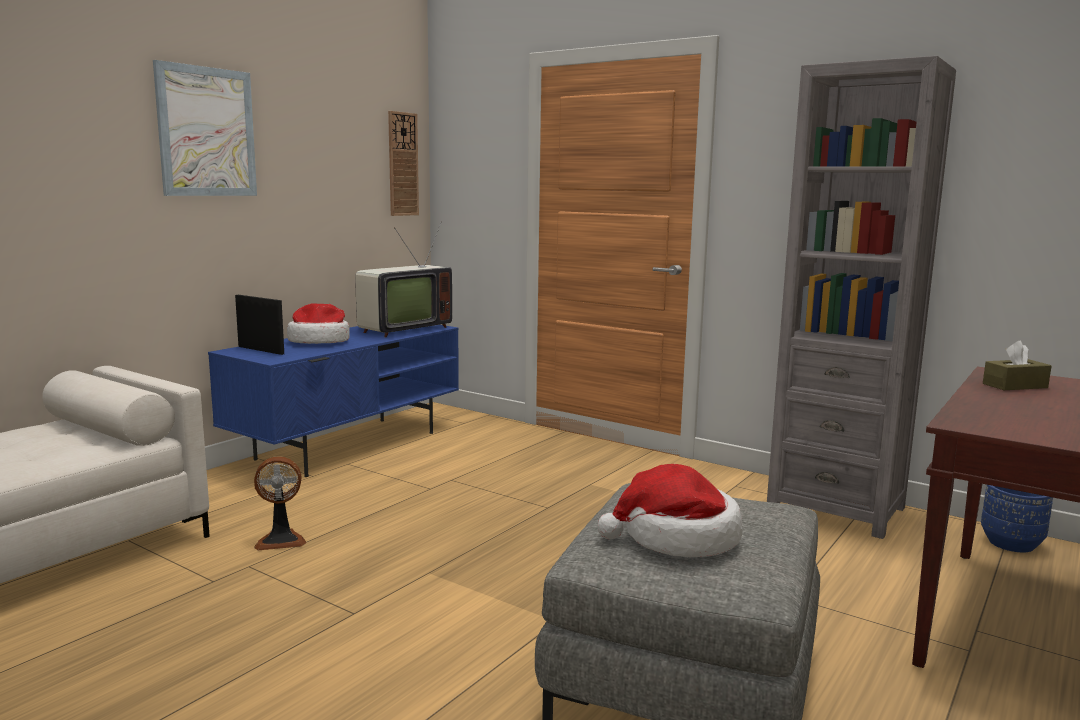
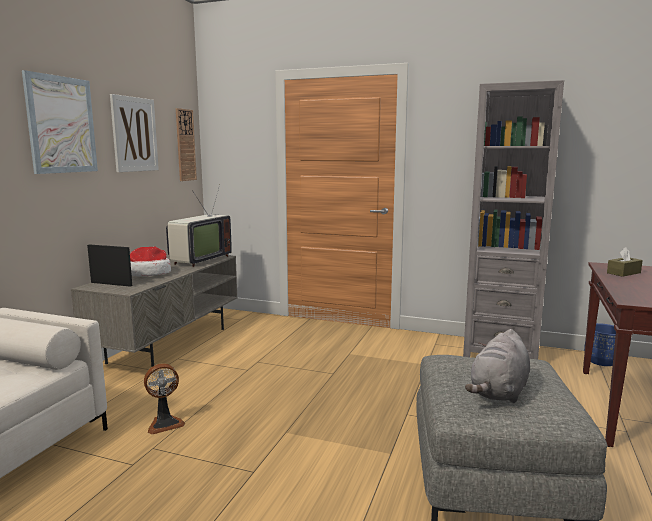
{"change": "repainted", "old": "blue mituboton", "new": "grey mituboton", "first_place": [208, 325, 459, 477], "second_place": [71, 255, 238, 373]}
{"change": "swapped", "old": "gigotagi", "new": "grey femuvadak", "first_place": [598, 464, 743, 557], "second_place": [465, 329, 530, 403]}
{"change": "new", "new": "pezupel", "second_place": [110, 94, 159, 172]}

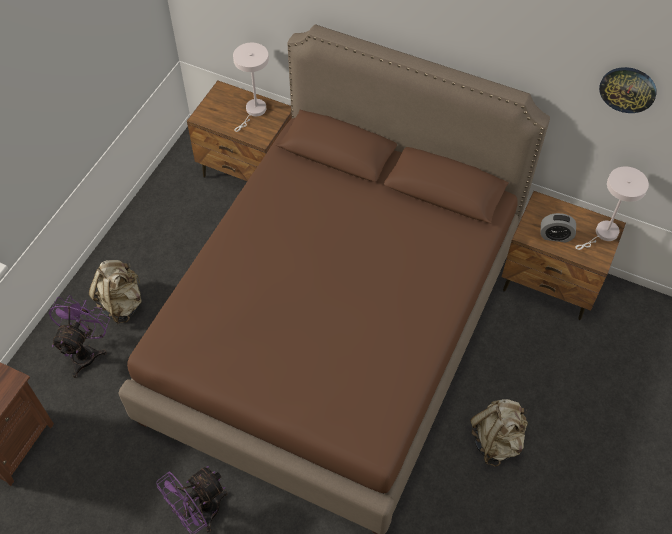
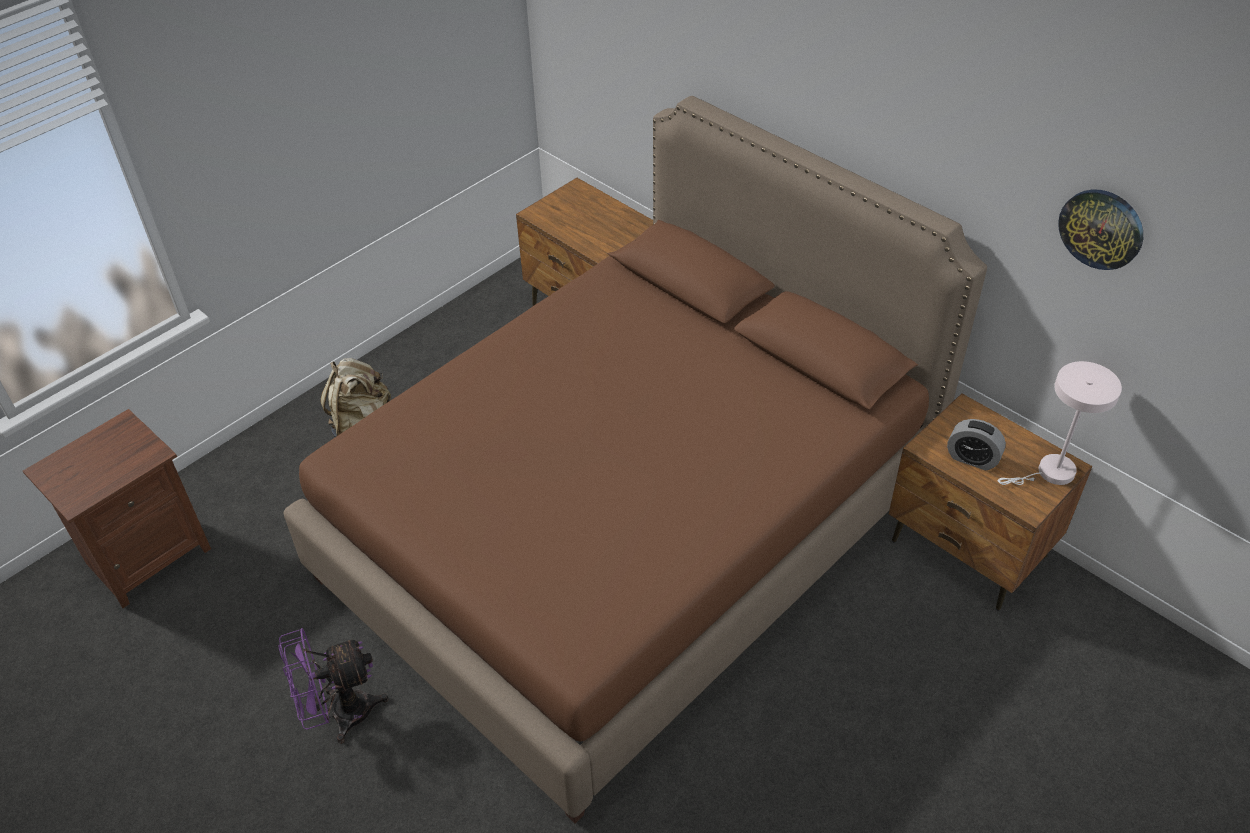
{"change": "gone", "old": "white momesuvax", "first_place": [233, 43, 269, 132]}
{"change": "gone", "old": "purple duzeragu", "first_place": [49, 295, 110, 378]}
{"change": "gone", "old": "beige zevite", "first_place": [470, 399, 528, 466]}

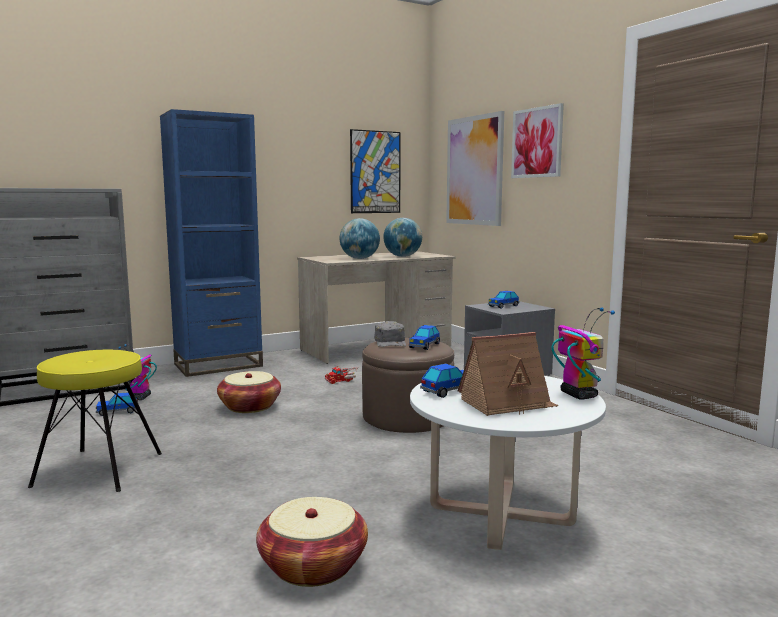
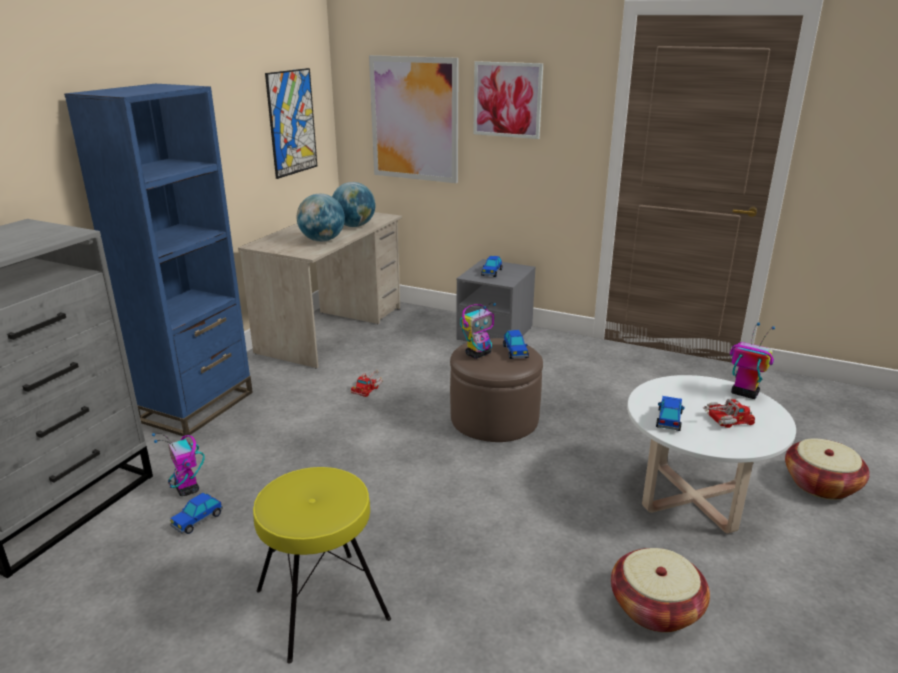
{"change": "swapped", "old": "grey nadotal", "new": "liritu", "first_place": [374, 321, 406, 347], "second_place": [460, 302, 496, 359]}
{"change": "swapped", "old": "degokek", "new": "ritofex", "first_place": [458, 332, 559, 416], "second_place": [703, 399, 755, 428]}
{"change": "shifted", "old": "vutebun", "first_place": [217, 371, 281, 413], "second_place": [785, 438, 870, 500]}

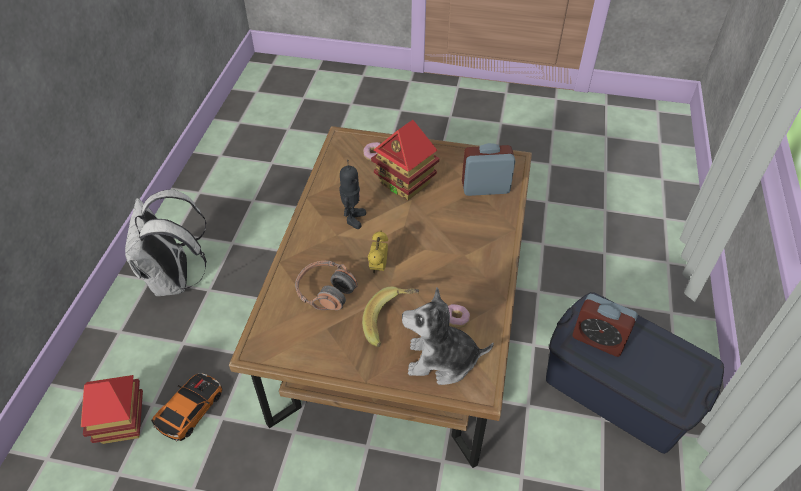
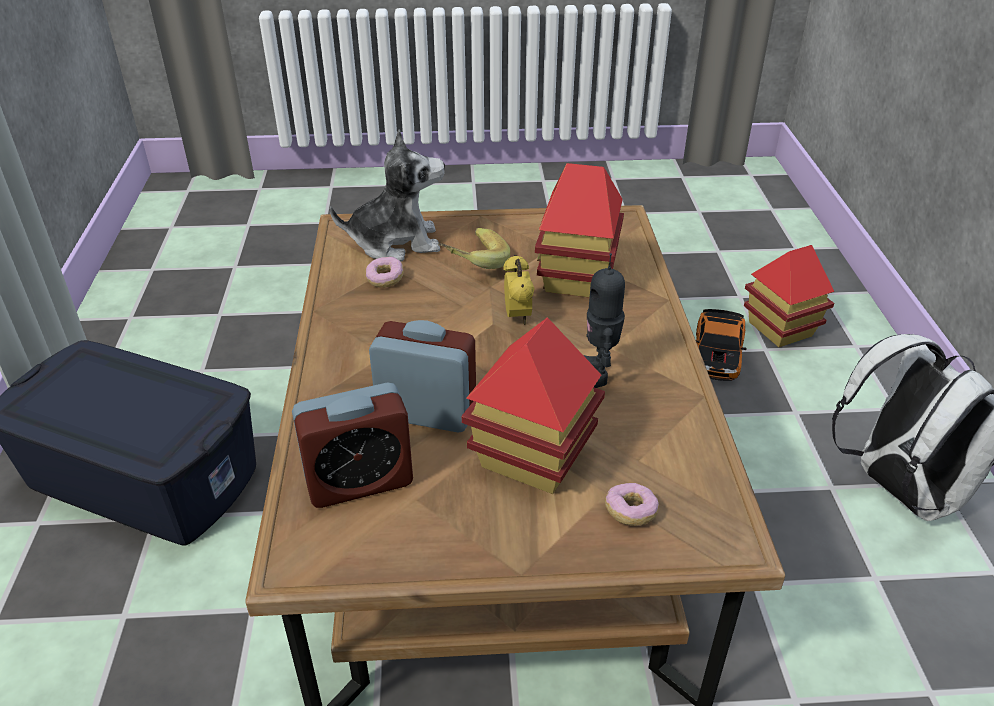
{"change": "swapped", "old": "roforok", "new": "degokek", "first_place": [295, 261, 358, 310], "second_place": [535, 163, 624, 297]}
{"change": "shifted", "old": "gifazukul", "first_place": [572, 294, 638, 357], "second_place": [369, 320, 476, 432]}

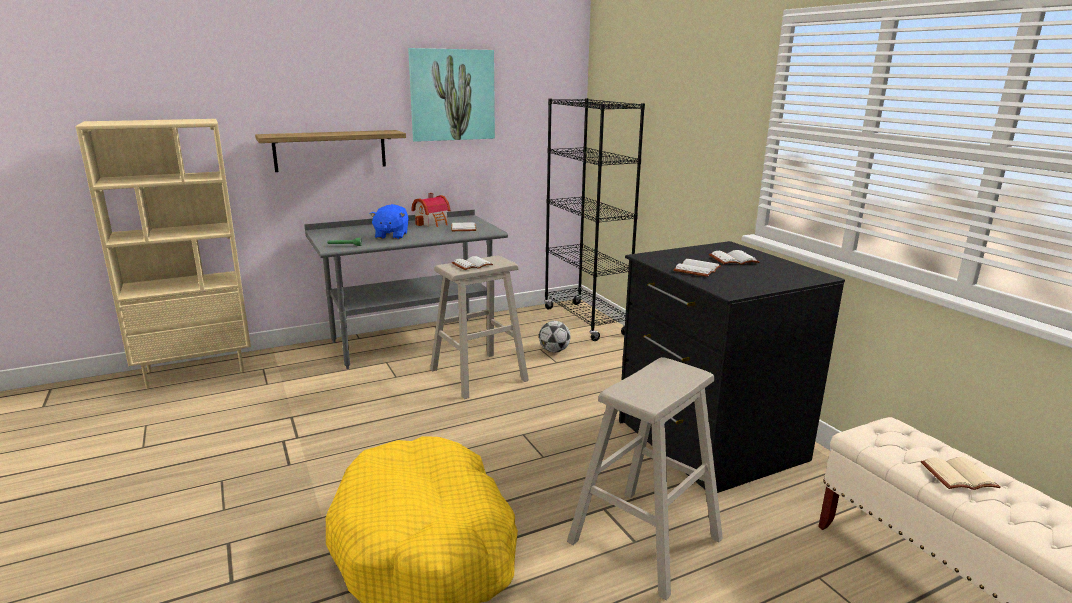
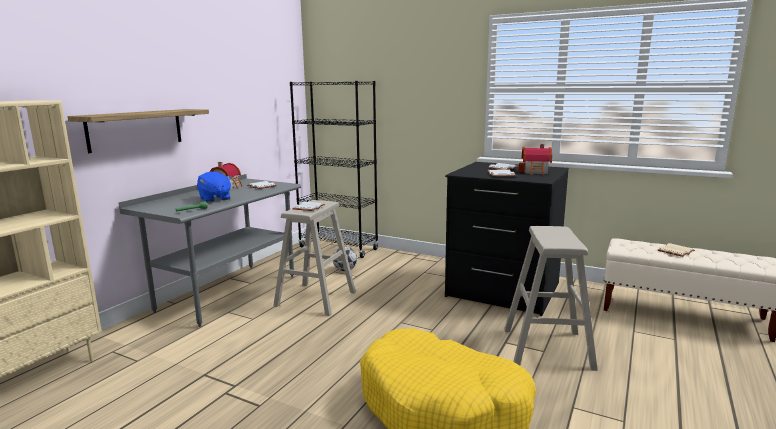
{"change": "gone", "old": "pezupel", "first_place": [408, 48, 495, 142]}
{"change": "new", "new": "degokek", "second_place": [519, 144, 552, 175]}

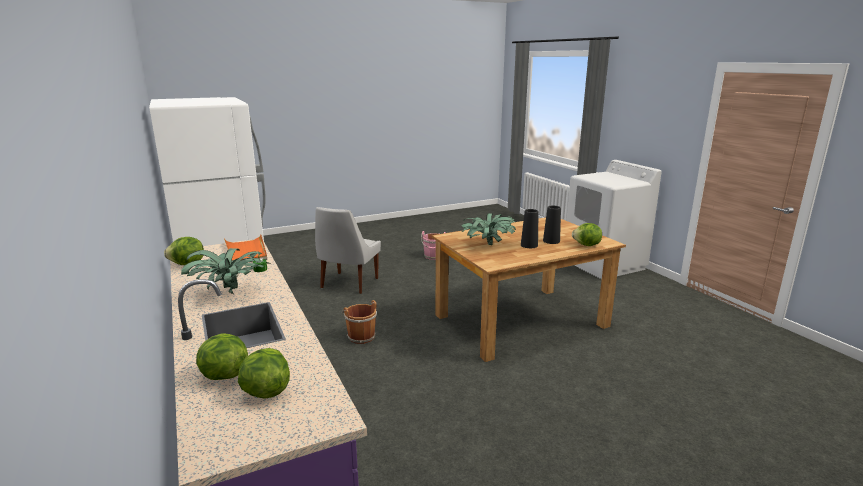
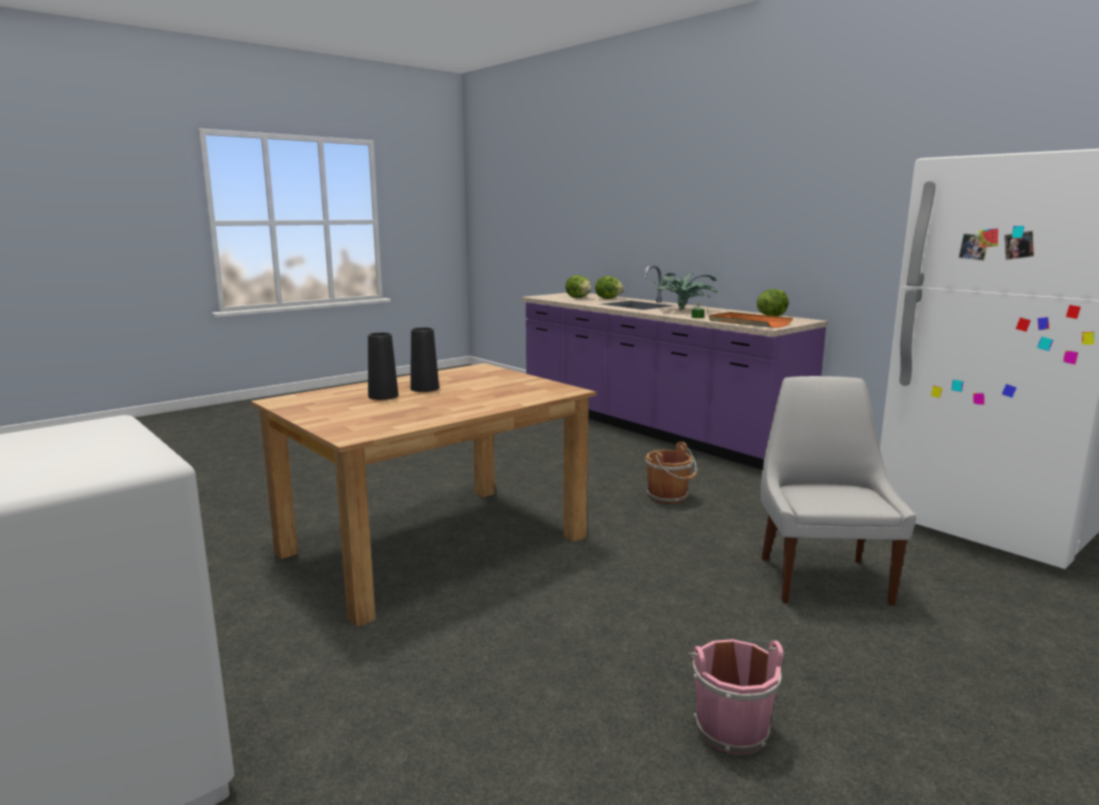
{"change": "gone", "old": "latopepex", "first_place": [461, 213, 516, 245]}
{"change": "gone", "old": "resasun", "first_place": [572, 223, 602, 246]}

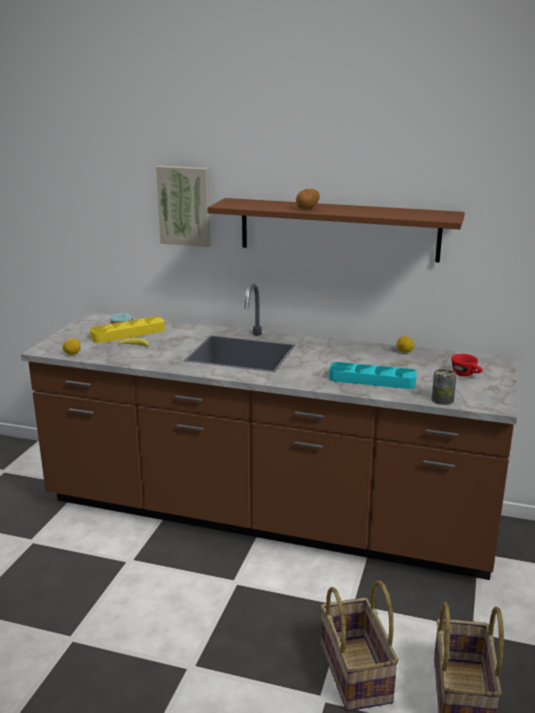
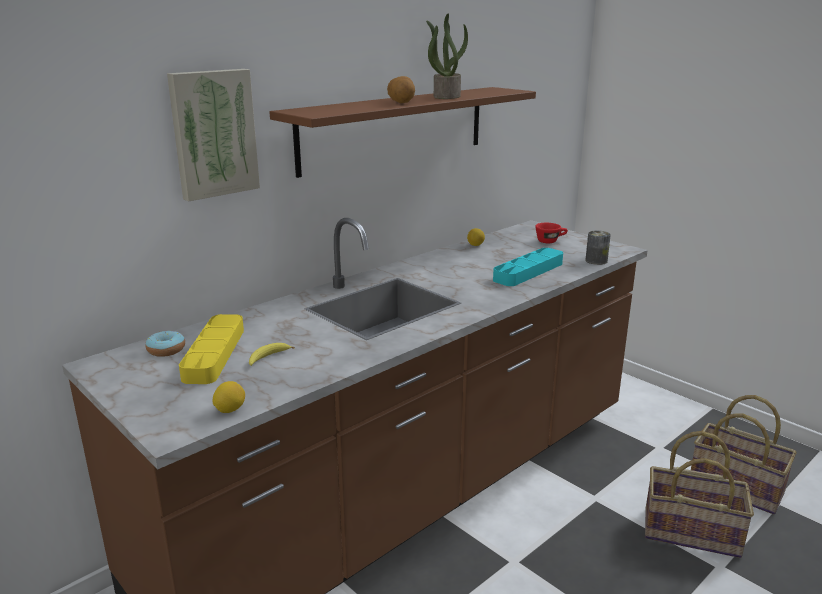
{"change": "new", "new": "latopepex", "second_place": [426, 14, 468, 99]}

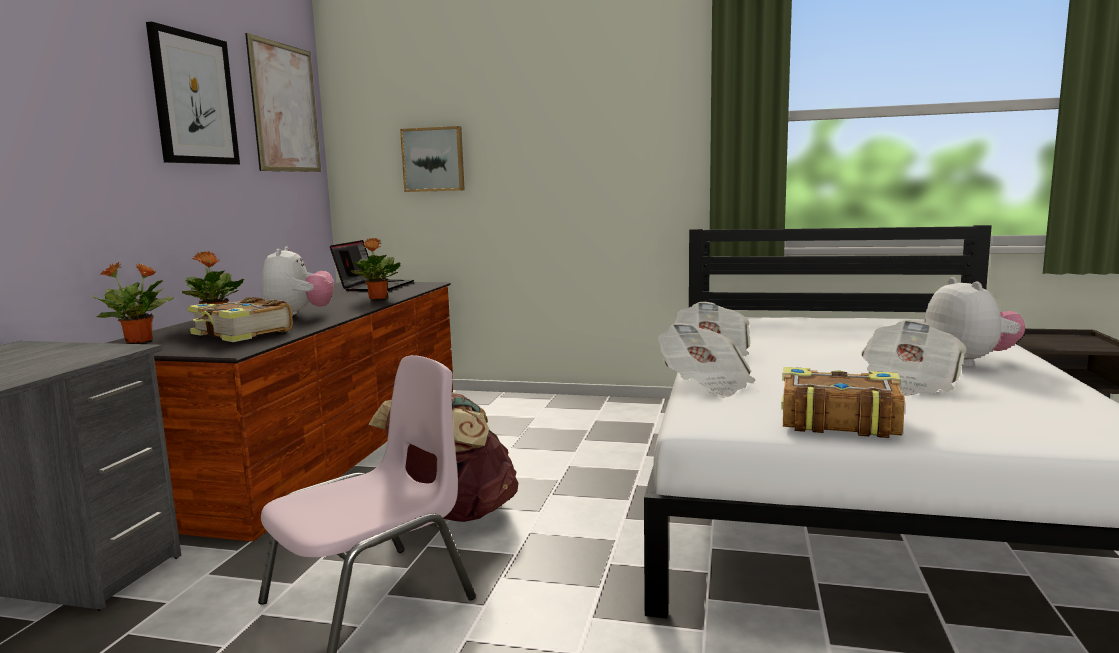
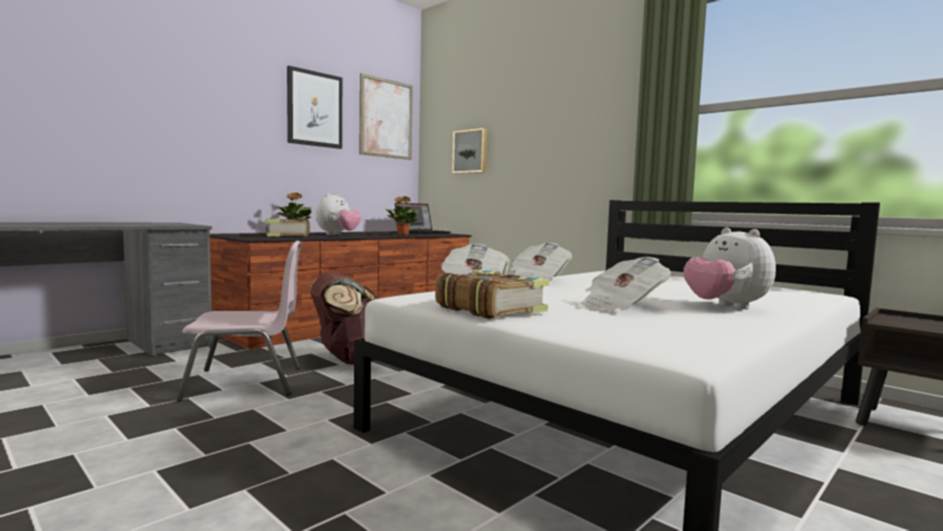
{"change": "gone", "old": "latopepex", "first_place": [89, 262, 174, 343]}
{"change": "rotated", "old": "femuvadak", "first_place": [924, 277, 1025, 367], "second_place": [683, 228, 776, 309], "degrees": 135}

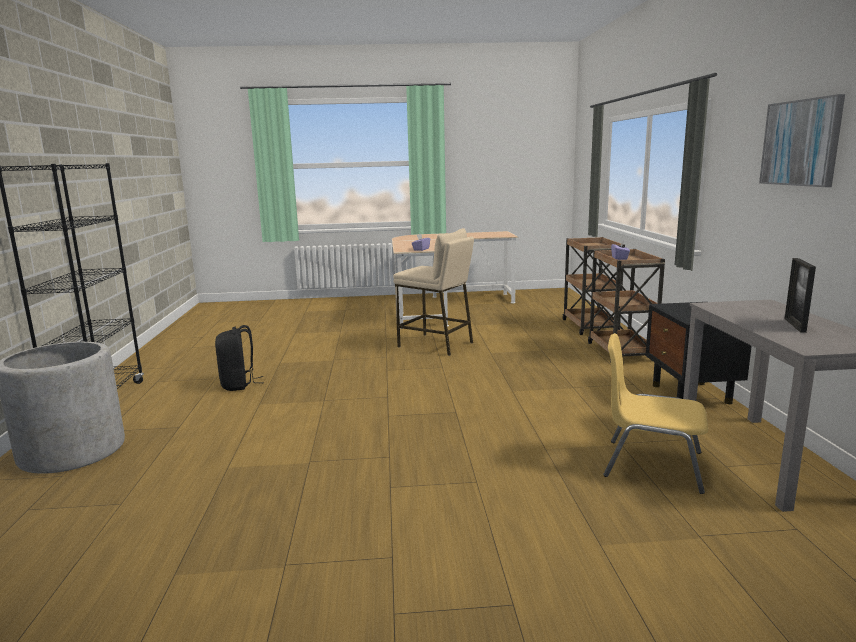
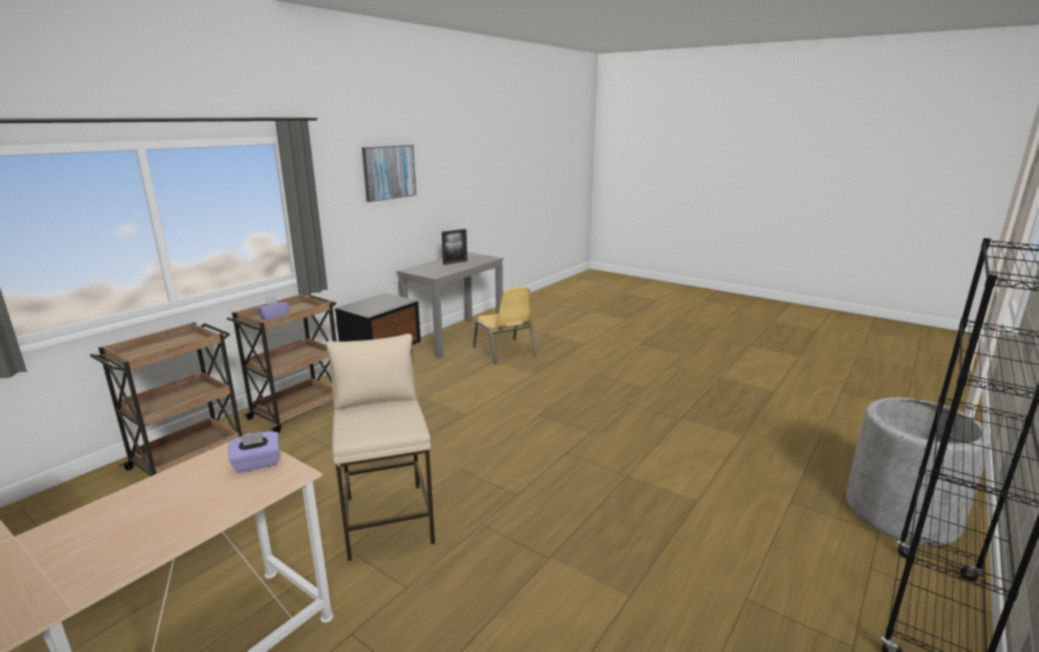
{"change": "gone", "old": "black zevite", "first_place": [215, 325, 264, 391]}

